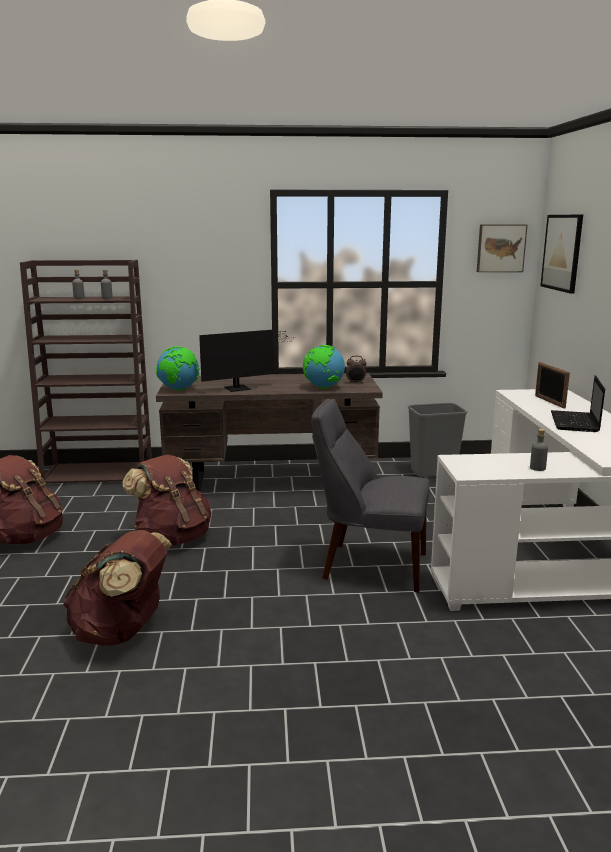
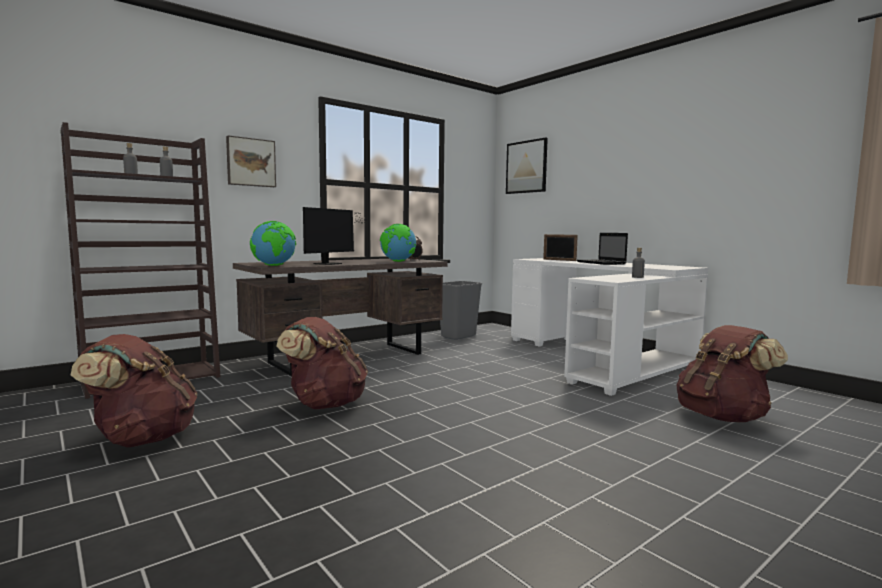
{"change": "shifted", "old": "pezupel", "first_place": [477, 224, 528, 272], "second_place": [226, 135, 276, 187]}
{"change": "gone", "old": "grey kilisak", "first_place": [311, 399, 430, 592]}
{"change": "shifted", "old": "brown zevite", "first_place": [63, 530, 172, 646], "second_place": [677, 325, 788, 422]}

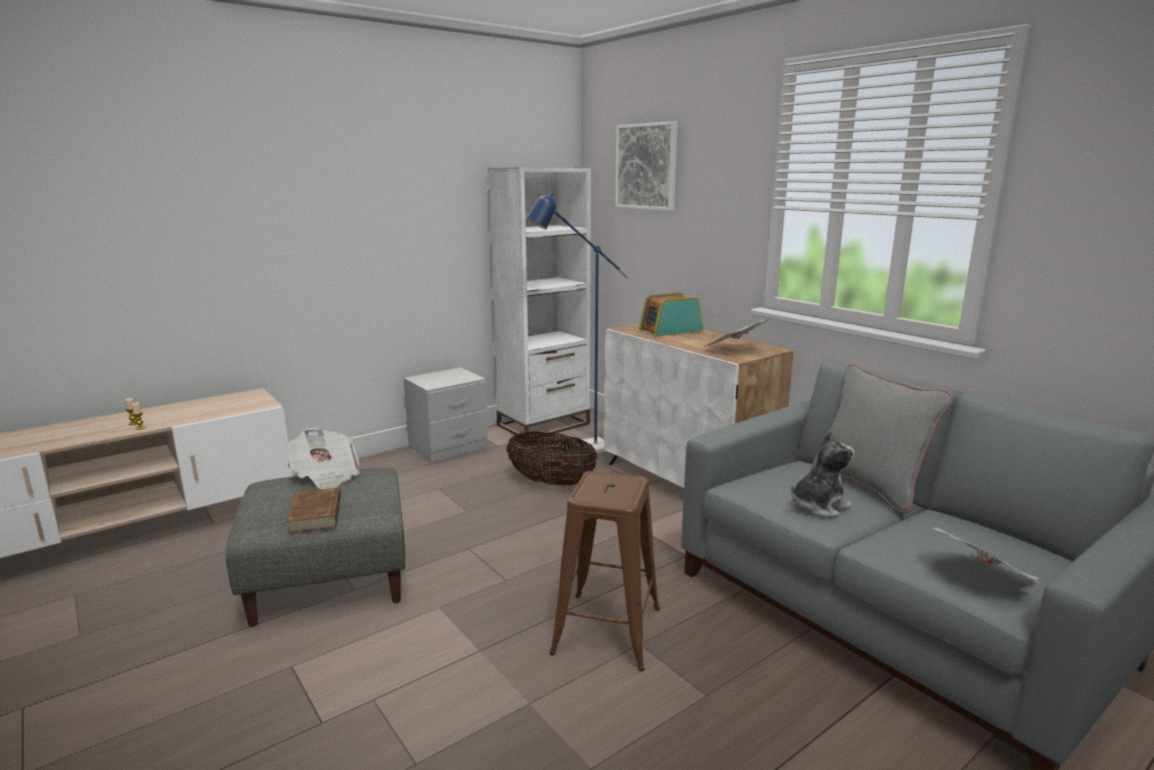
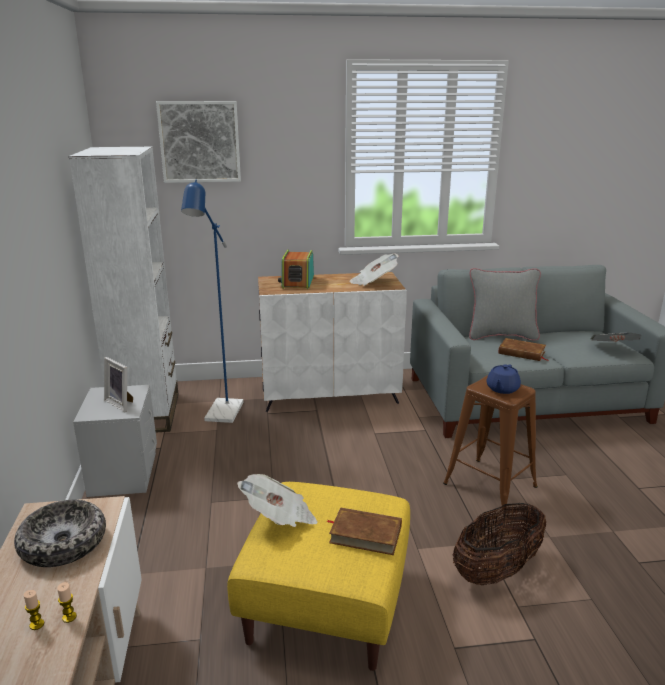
{"change": "swapped", "old": "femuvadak", "new": "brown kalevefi", "first_place": [791, 430, 855, 517], "second_place": [498, 338, 548, 361]}
{"change": "shifted", "old": "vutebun", "first_place": [506, 431, 598, 485], "second_place": [453, 502, 546, 585]}
{"change": "repainted", "old": "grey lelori", "new": "yellow lelori", "first_place": [225, 468, 405, 627], "second_place": [227, 482, 410, 671]}
{"change": "new", "new": "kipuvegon", "second_place": [104, 357, 133, 412]}
{"change": "new", "new": "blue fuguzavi", "second_place": [486, 364, 521, 394]}
{"change": "new", "new": "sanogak", "second_place": [14, 500, 106, 567]}

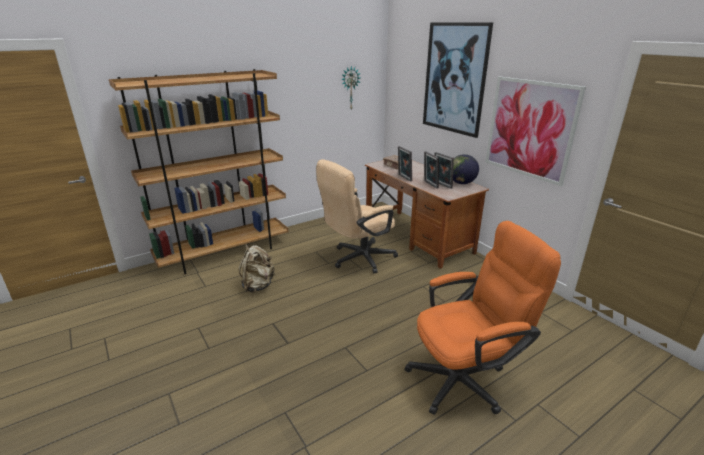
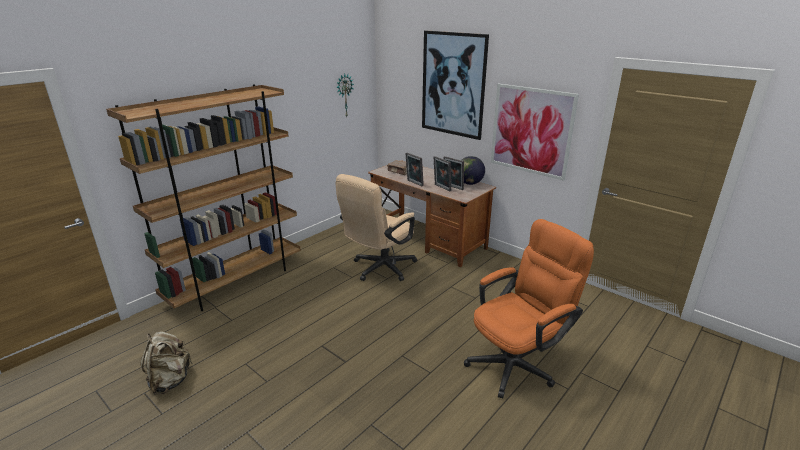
{"change": "shifted", "old": "beige zevite", "first_place": [238, 244, 276, 293], "second_place": [141, 331, 192, 394]}

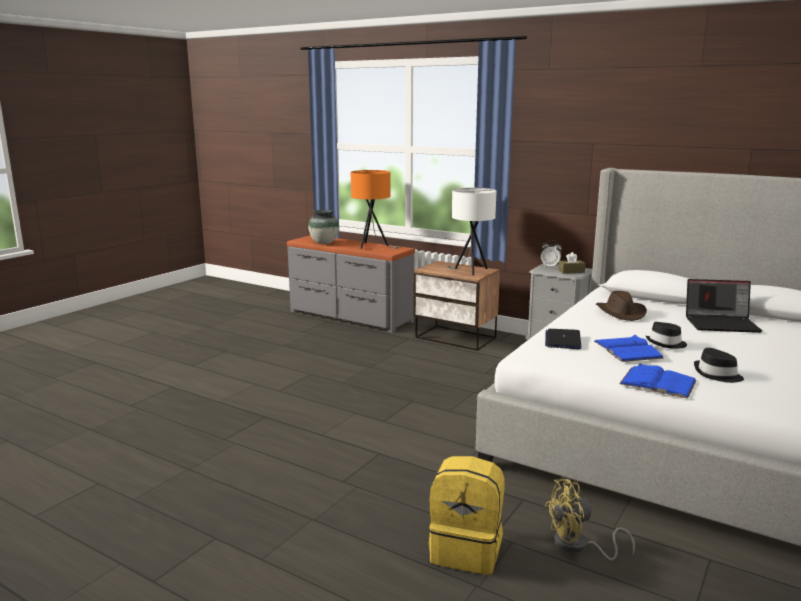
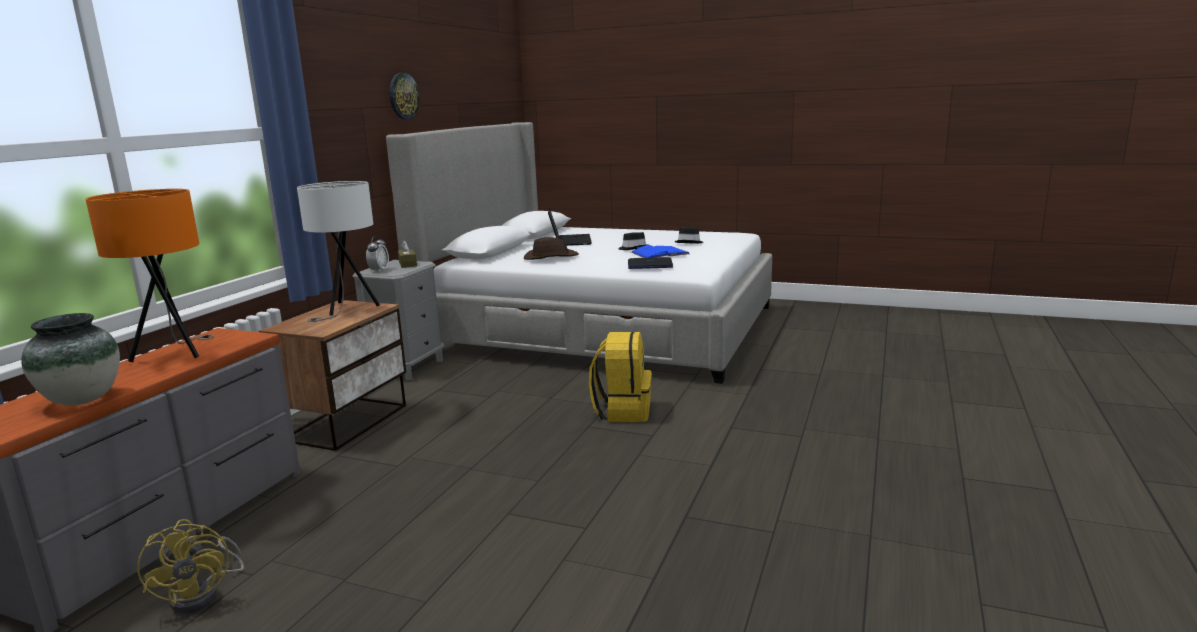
{"change": "gone", "old": "blue kalevefi", "first_place": [619, 363, 697, 399]}
{"change": "shifted", "old": "yellow zevite", "first_place": [429, 456, 504, 575], "second_place": [589, 332, 652, 422]}
{"change": "shifted", "old": "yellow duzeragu", "first_place": [545, 479, 635, 560], "second_place": [137, 519, 244, 613]}
{"change": "new", "new": "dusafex", "second_place": [389, 73, 420, 120]}

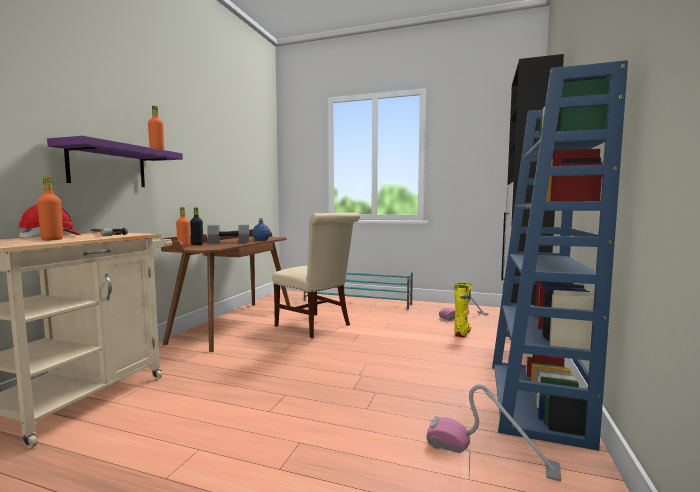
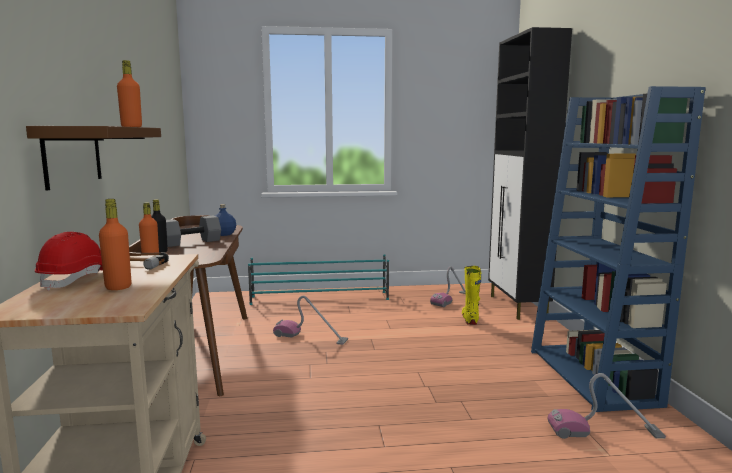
{"change": "repainted", "old": "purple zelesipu", "new": "brown zelesipu", "first_place": [47, 136, 183, 187], "second_place": [26, 126, 161, 191]}
{"change": "swapped", "old": "beige kilisak", "new": "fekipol", "first_place": [272, 213, 360, 338], "second_place": [273, 295, 348, 345]}

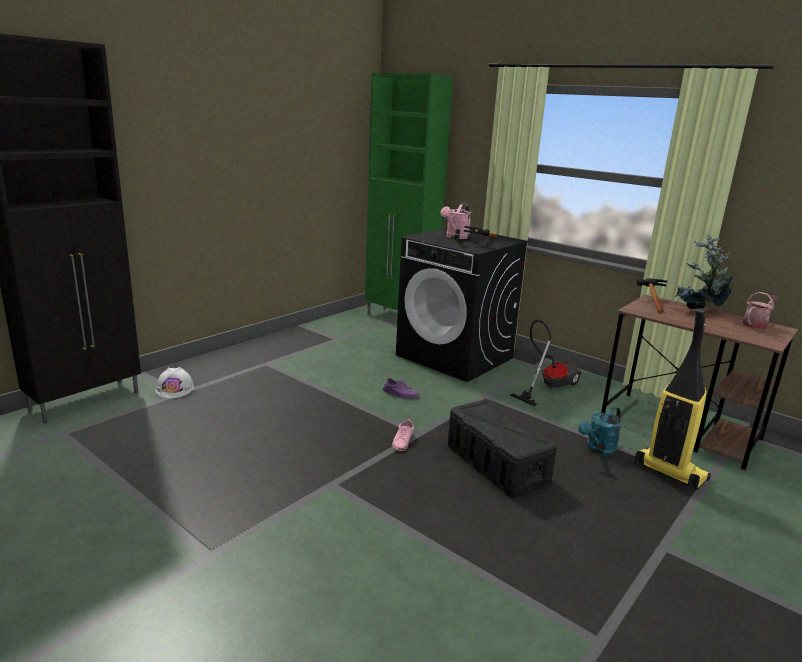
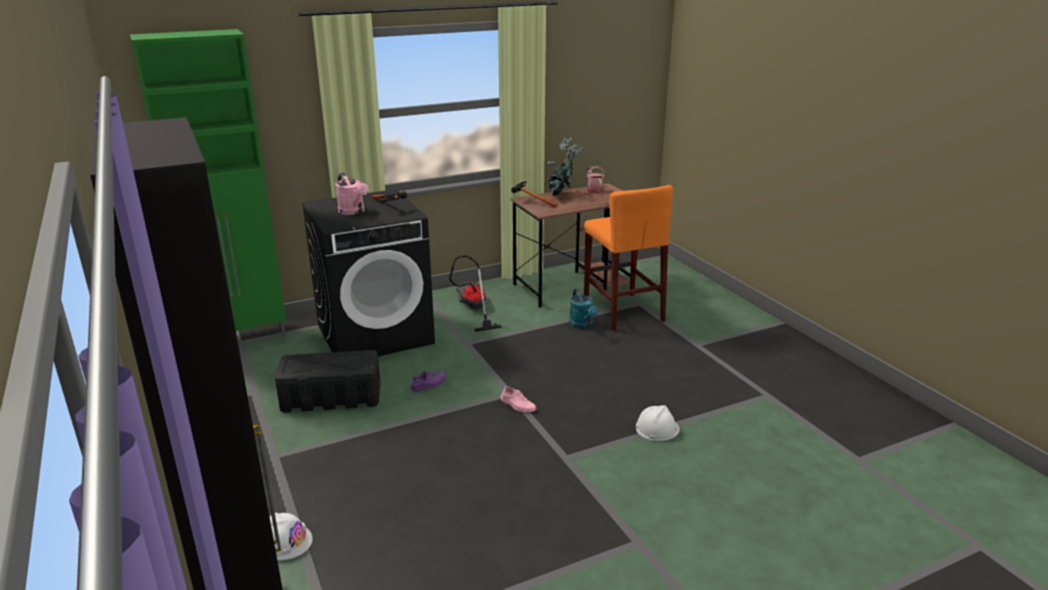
{"change": "swapped", "old": "fekipol", "new": "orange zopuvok", "first_place": [634, 308, 711, 490], "second_place": [584, 185, 673, 331]}
{"change": "shifted", "old": "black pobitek", "first_place": [448, 399, 557, 498], "second_place": [275, 350, 380, 412]}
{"change": "new", "new": "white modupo", "second_place": [636, 405, 680, 441]}

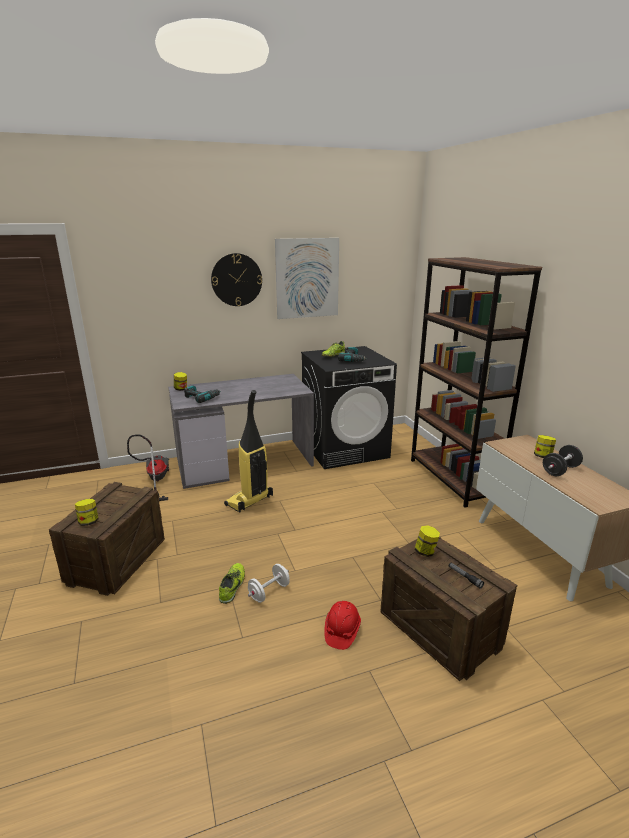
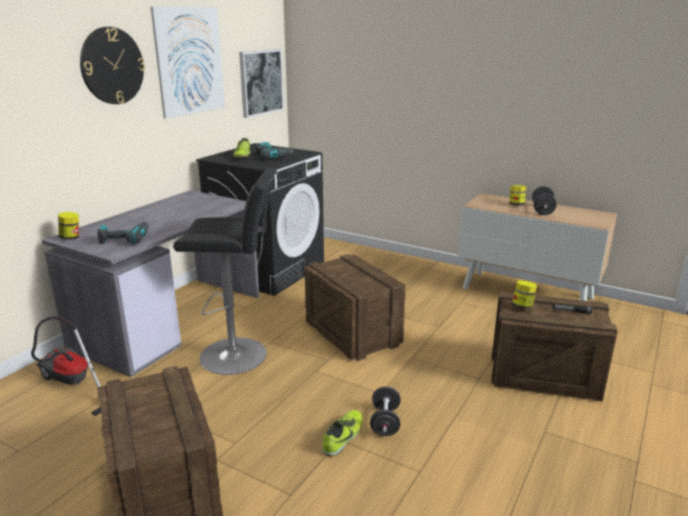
{"change": "gone", "old": "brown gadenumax", "first_place": [411, 257, 542, 507]}
{"change": "swapped", "old": "fekipol", "new": "black zopuvok", "first_place": [224, 390, 273, 513], "second_place": [173, 168, 277, 375]}
{"change": "gone", "old": "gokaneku", "first_place": [75, 499, 99, 526]}
{"change": "rotated", "old": "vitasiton", "first_place": [219, 563, 245, 604], "second_place": [322, 410, 363, 456], "degrees": 60}
{"change": "repainted", "old": "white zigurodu", "new": "black zigurodu", "first_place": [248, 564, 290, 603], "second_place": [370, 386, 401, 436]}
{"change": "gone", "old": "red modupo", "first_place": [324, 601, 361, 650]}
{"change": "new", "new": "pezupel", "second_place": [239, 49, 284, 118]}
{"change": "new", "new": "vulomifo", "second_place": [304, 254, 406, 361]}

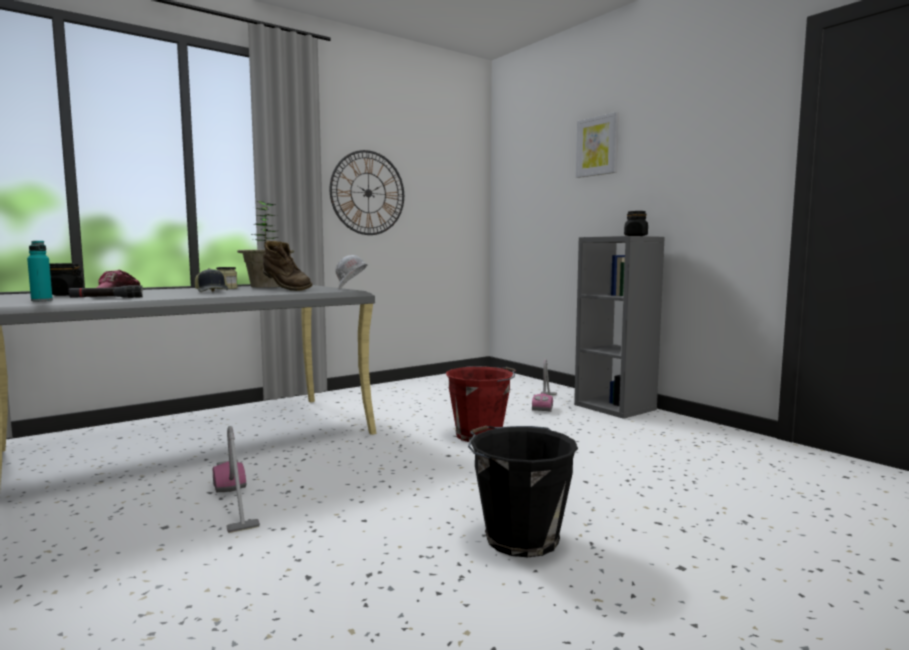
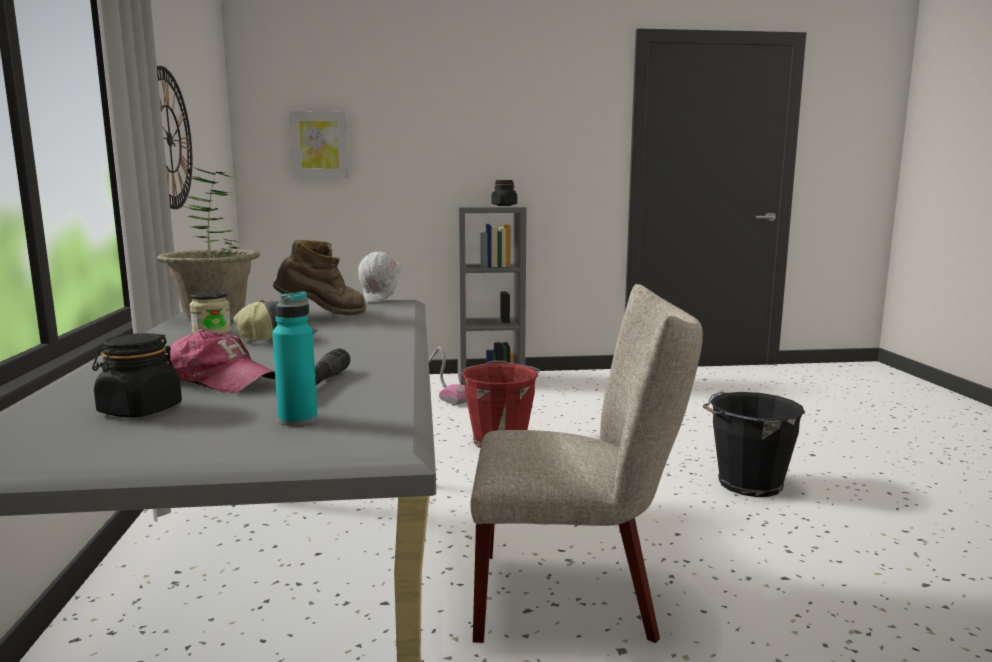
{"change": "shifted", "old": "pezupel", "first_place": [576, 112, 619, 178], "second_place": [289, 111, 349, 178]}
{"change": "swapped", "old": "fekipol", "new": "beige kilisak", "first_place": [213, 426, 260, 533], "second_place": [470, 284, 703, 643]}

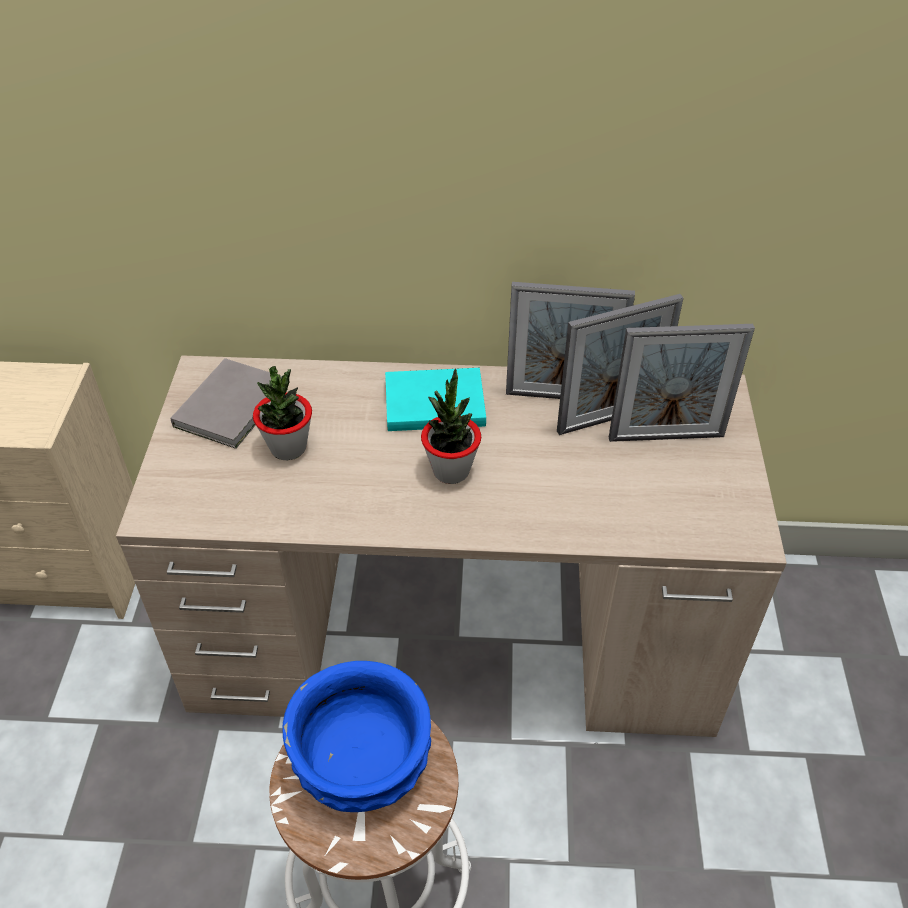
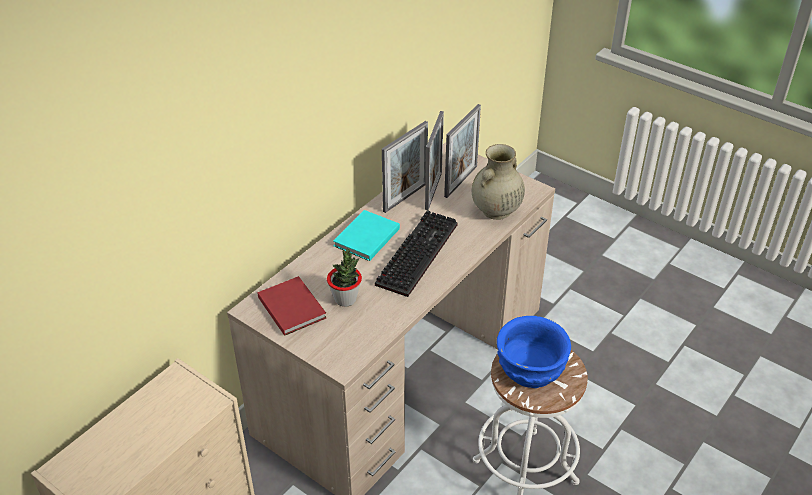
{"change": "repainted", "old": "grey kalevefi", "new": "red kalevefi", "first_place": [170, 358, 282, 449], "second_place": [258, 276, 326, 336]}
{"change": "swapped", "old": "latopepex", "new": "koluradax", "first_place": [421, 369, 481, 484], "second_place": [375, 210, 458, 297]}
{"change": "new", "new": "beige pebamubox", "second_place": [472, 144, 525, 220]}

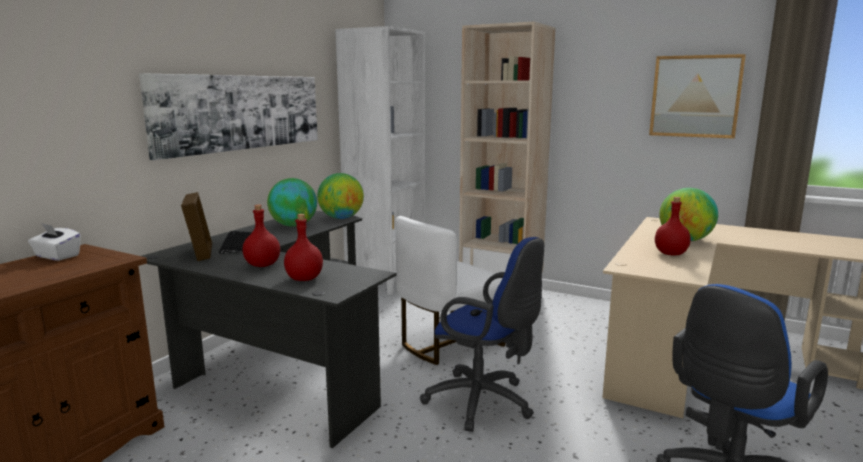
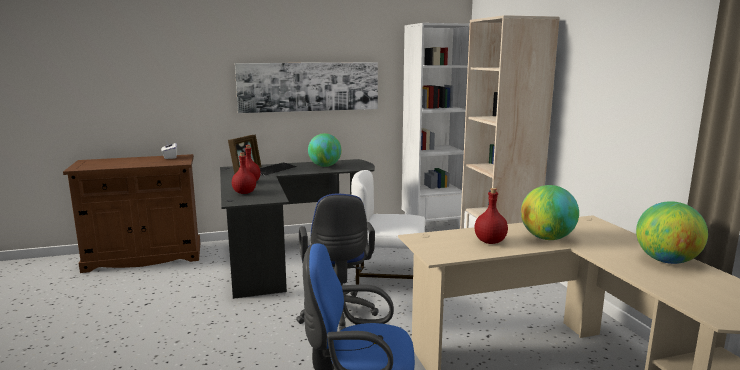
{"change": "gone", "old": "pezupel", "first_place": [649, 54, 746, 139]}
{"change": "shifted", "old": "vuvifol", "first_place": [317, 173, 364, 219], "second_place": [636, 201, 708, 264]}

